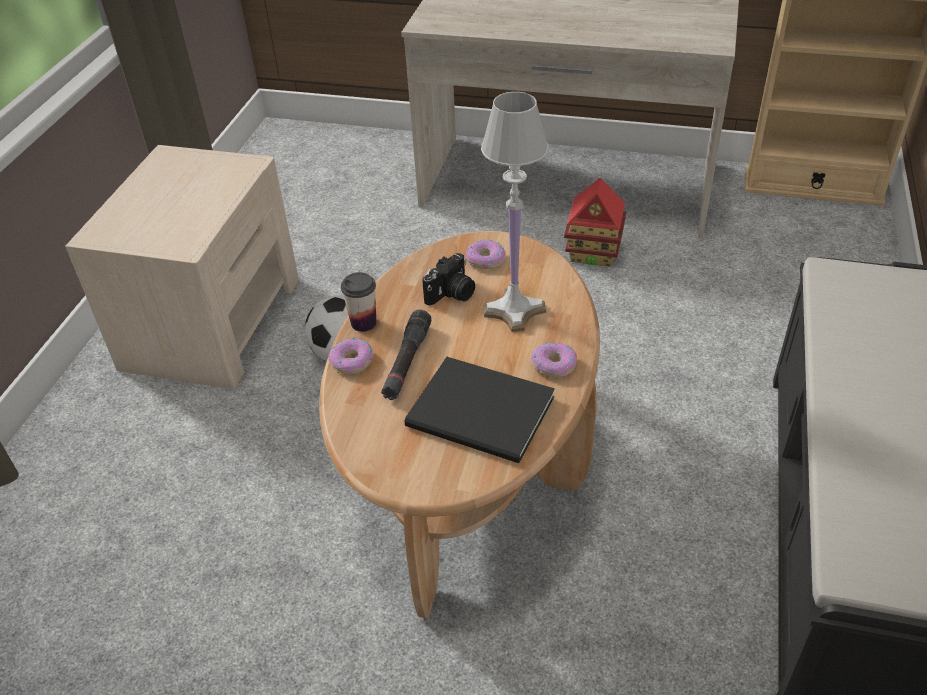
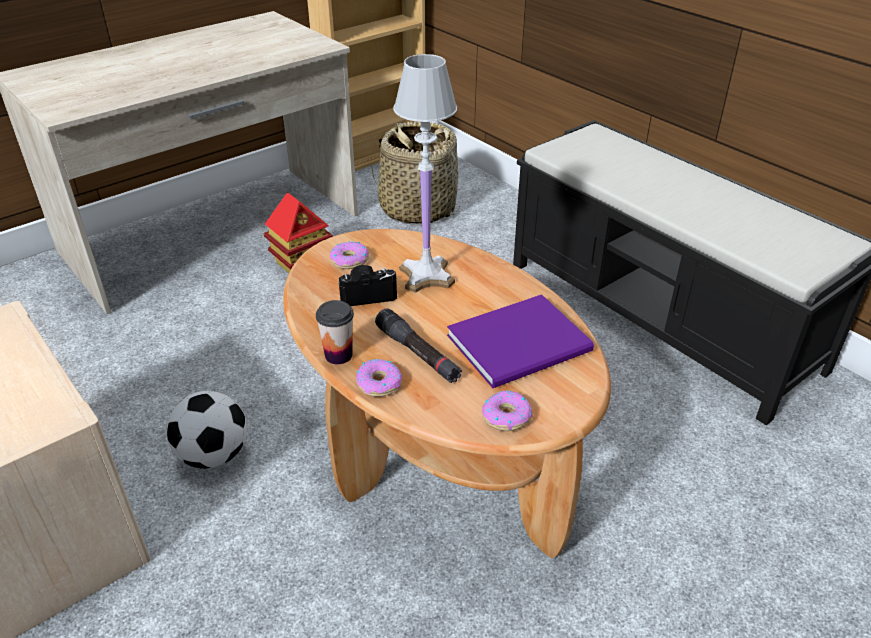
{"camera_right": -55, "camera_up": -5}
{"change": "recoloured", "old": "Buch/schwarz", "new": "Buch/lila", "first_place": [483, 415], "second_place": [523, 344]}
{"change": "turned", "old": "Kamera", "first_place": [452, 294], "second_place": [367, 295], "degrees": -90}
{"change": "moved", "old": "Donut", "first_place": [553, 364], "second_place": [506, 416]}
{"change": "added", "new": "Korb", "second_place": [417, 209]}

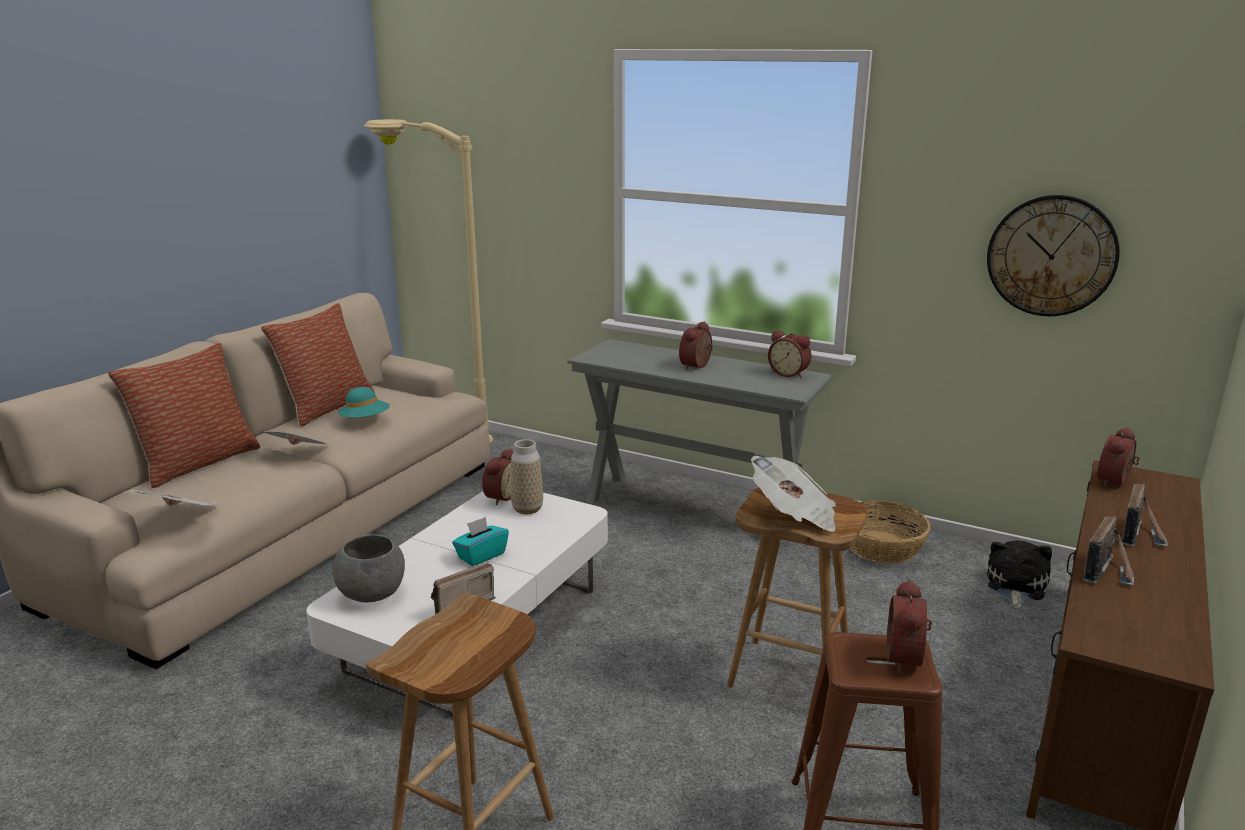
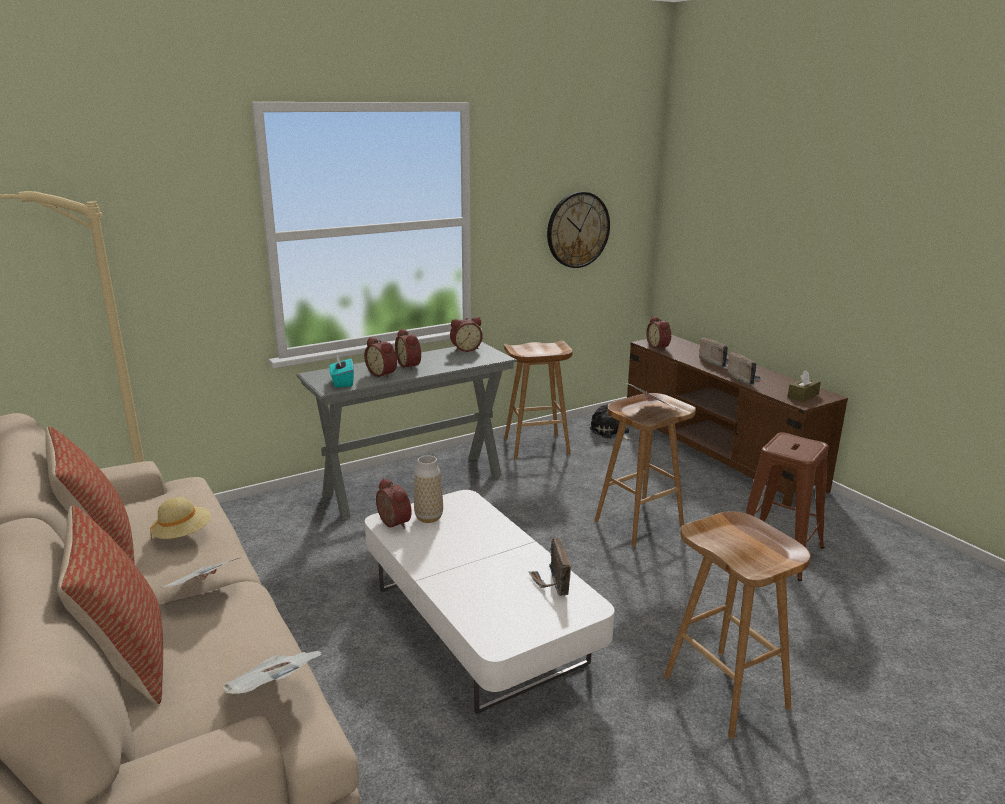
{"camera_right": -60, "camera_up": 0}
{"change": "removed", "old": "Schüssel/grau", "first_place": [372, 594]}
{"change": "recoloured", "old": "Hut/türkis", "new": "Hut/beige", "first_place": [365, 421], "second_place": [183, 535]}
{"change": "moved", "old": "Taschentuchbox/türkis", "first_place": [481, 555], "second_place": [342, 382]}
{"change": "replaced", "old": "Korb", "new": "Hocker/braun", "first_place": [881, 547], "second_place": [535, 447]}
{"change": "moved", "old": "Wecker", "first_place": [907, 658], "second_place": [383, 374]}
{"change": "added", "new": "Taschentuchbox/braun", "second_place": [803, 396]}

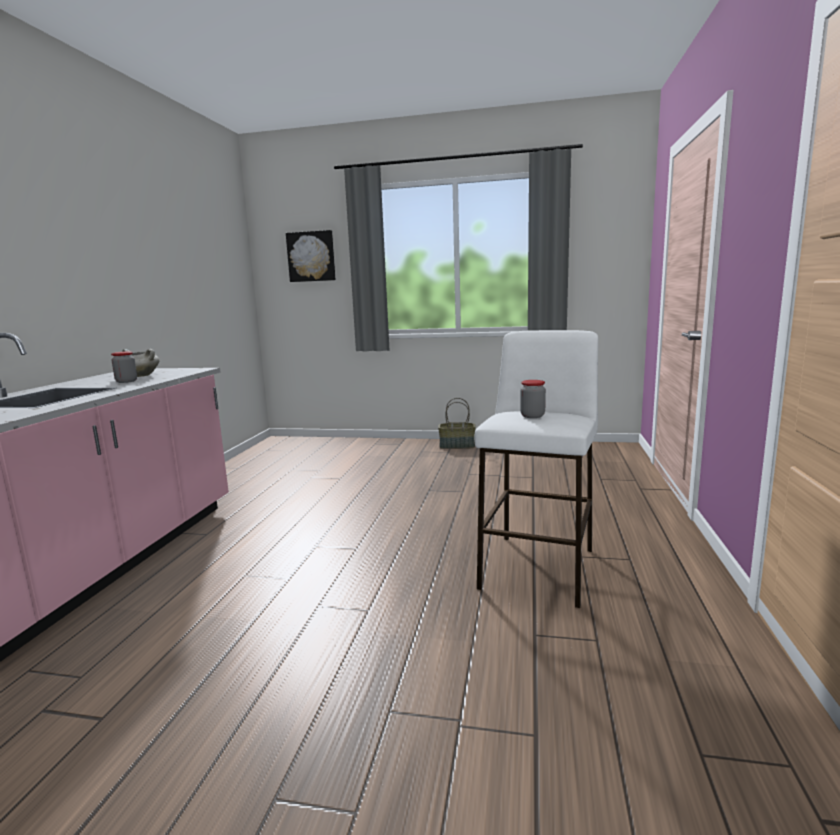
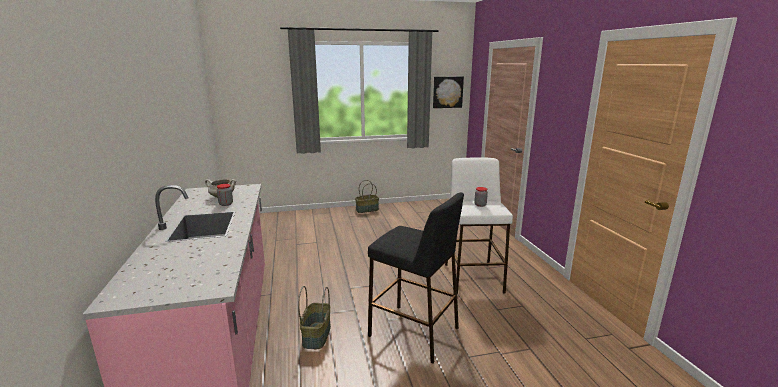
{"camera_right": -25, "camera_up": 5}
{"change": "moved", "old": "Bild", "first_place": [311, 256], "second_place": [447, 92]}
{"change": "added", "new": "Korb", "second_place": [316, 335]}
{"change": "added", "new": "Hocker/schwarz", "second_place": [414, 332]}

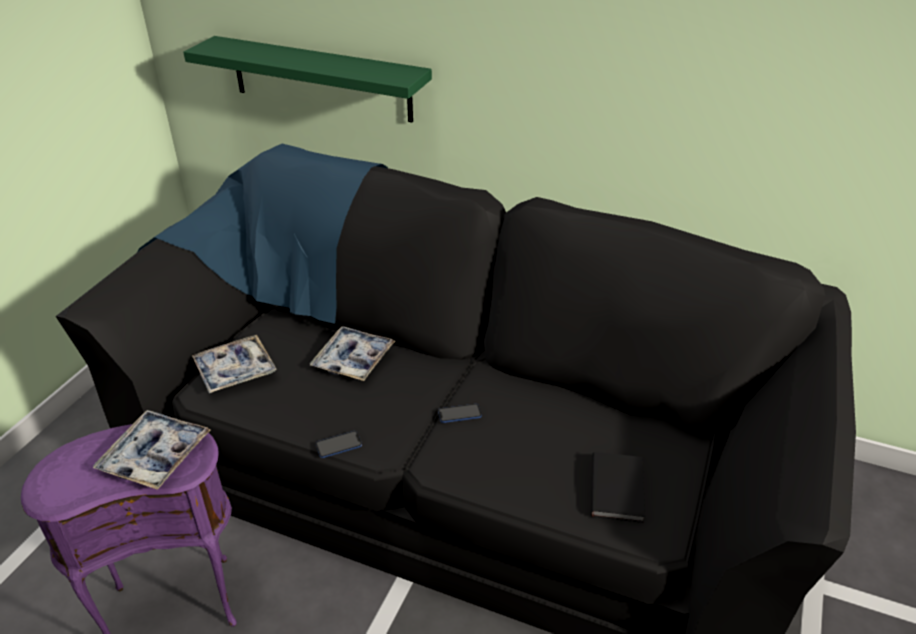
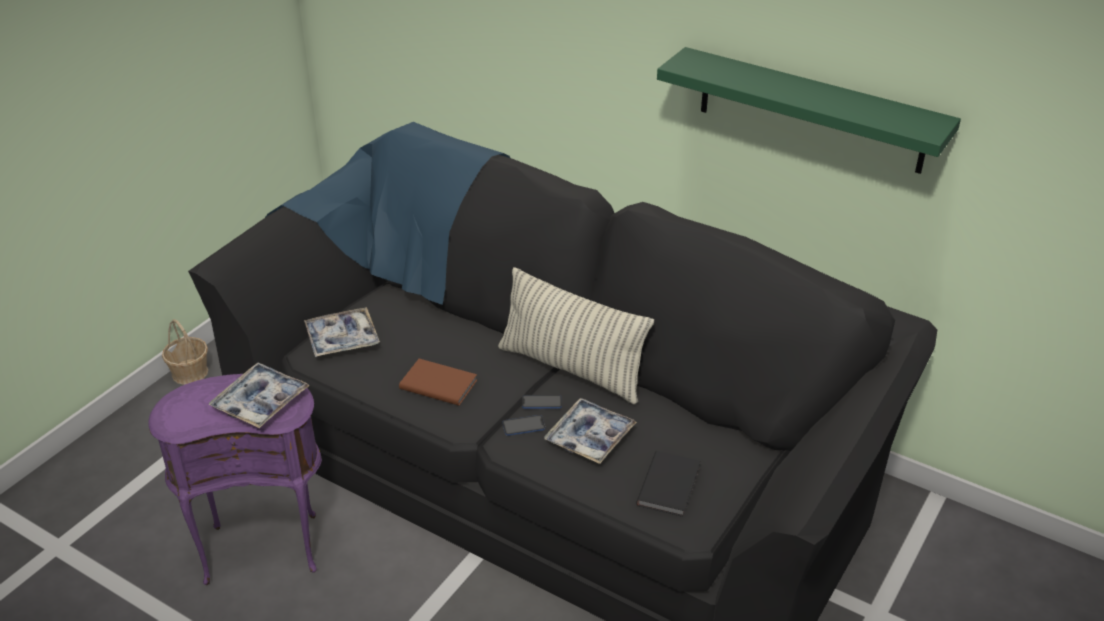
{"camera_right": 10, "camera_up": 0}
{"change": "moved", "old": "Wandregal/grün", "first_place": [321, 79], "second_place": [811, 110]}
{"change": "moved", "old": "Tablett", "first_place": [353, 359], "second_place": [590, 437]}
{"change": "moved", "old": "Handy", "first_place": [339, 445], "second_place": [523, 426]}
{"change": "added", "new": "Korb", "second_place": [190, 372]}
{"change": "added", "new": "Buch/braun", "second_place": [438, 383]}
{"change": "added", "new": "Kissen", "second_place": [572, 368]}

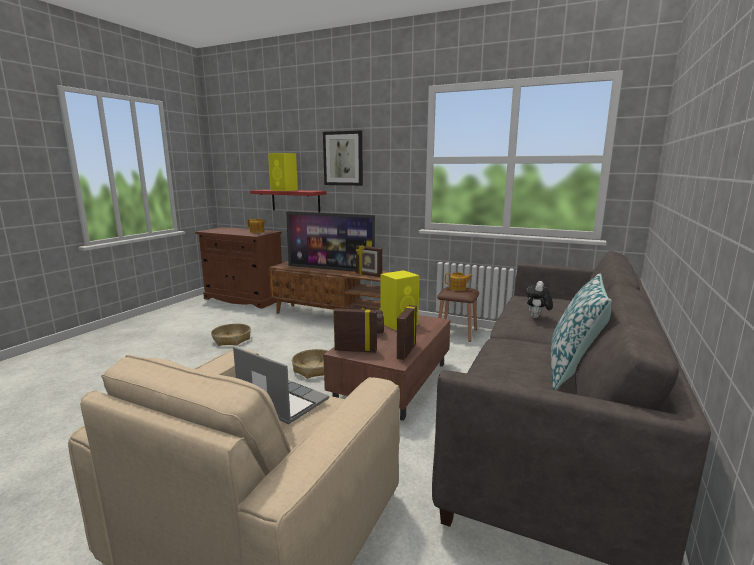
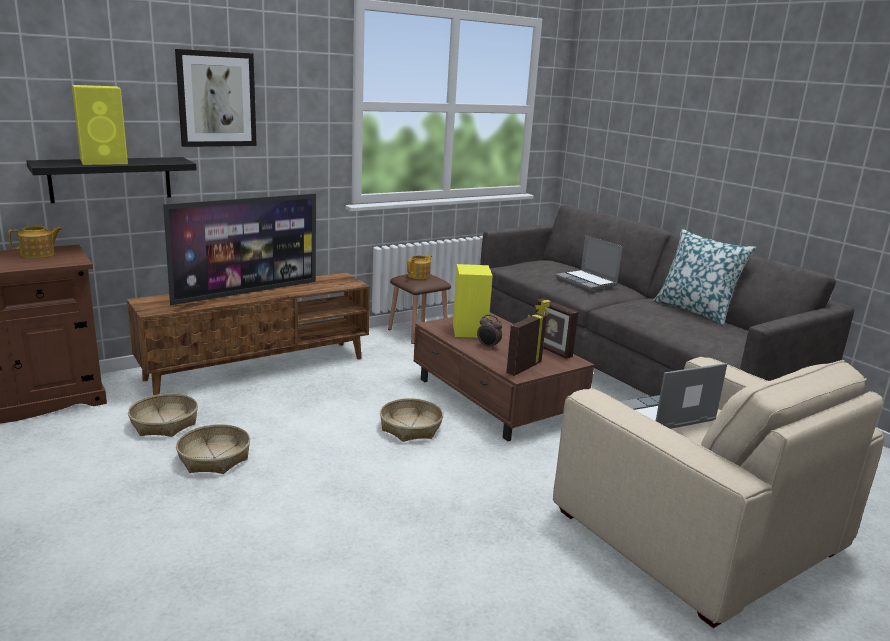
{"camera_right": -60, "camera_up": 5}
{"change": "recoloured", "old": "Wandregal/rot", "new": "Wandregal/schwarz", "first_place": [295, 200], "second_place": [111, 179]}
{"change": "removed", "old": "Bilderrahmen", "first_place": [368, 275]}
{"change": "replaced", "old": "Plüschtier", "new": "Laptop", "first_place": [537, 317], "second_place": [587, 281]}
{"change": "added", "new": "Korb", "second_place": [164, 423]}

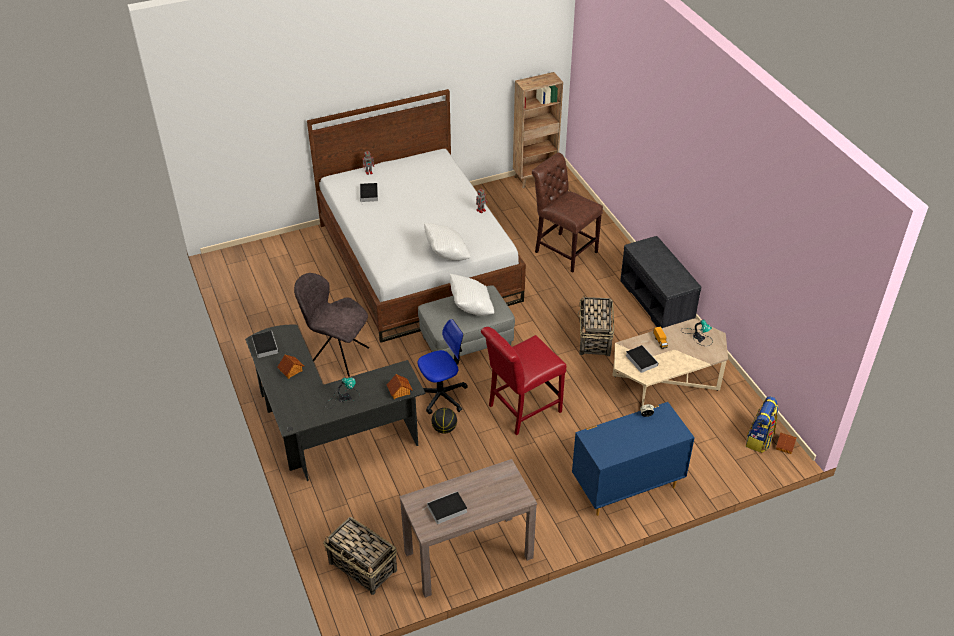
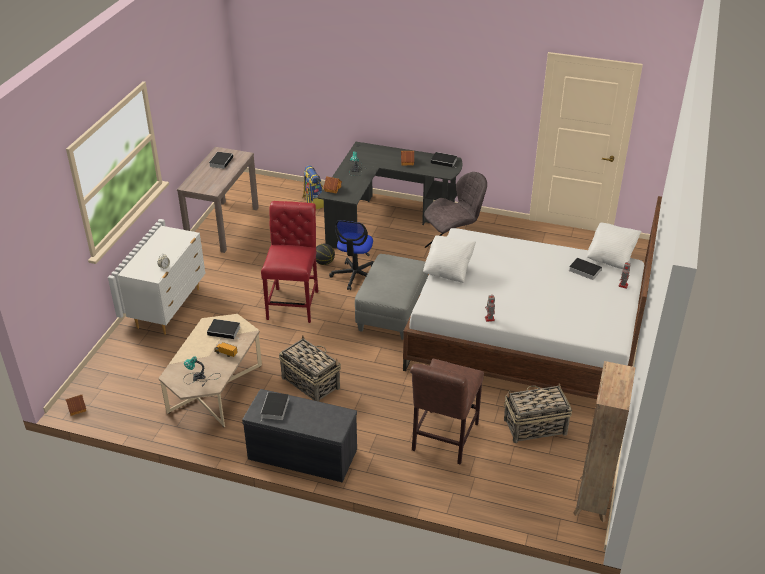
{"camera_right": 130, "camera_up": -5}
{"change": "moved", "old": "Korb", "first_place": [363, 567], "second_place": [534, 427]}
{"change": "moved", "old": "Kissen/weiß", "first_place": [471, 307], "second_place": [611, 258]}
{"change": "turned", "old": "Stuhl/braun", "first_place": [563, 250], "second_place": [443, 439], "degrees": 120}
{"change": "recoloured", "old": "Kommode/blau", "new": "Kommode/weiß", "first_place": [626, 487], "second_place": [170, 308]}
{"change": "moved", "old": "Rucksack", "first_place": [759, 440], "second_place": [313, 202]}
{"change": "added", "new": "Buch", "second_place": [275, 408]}

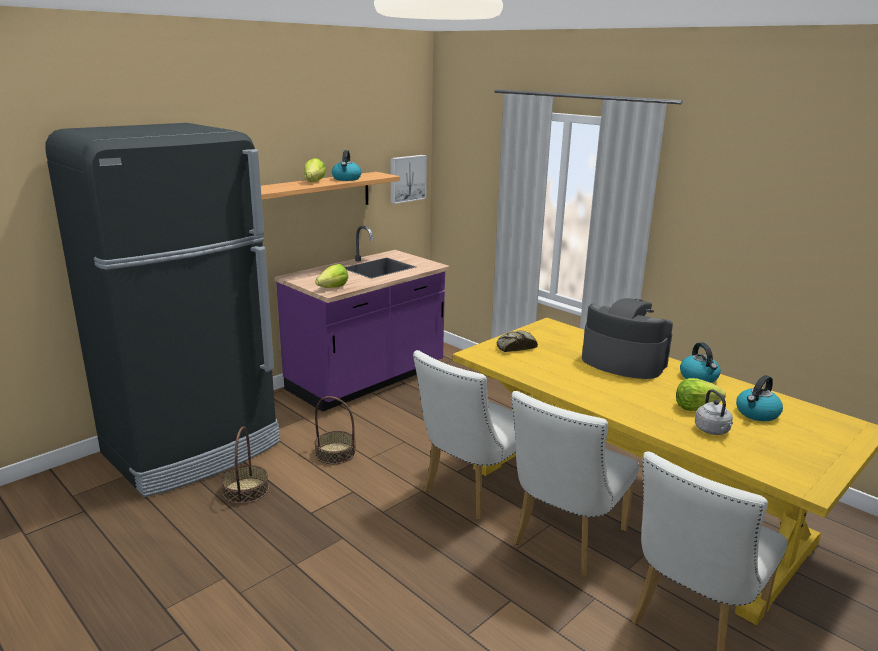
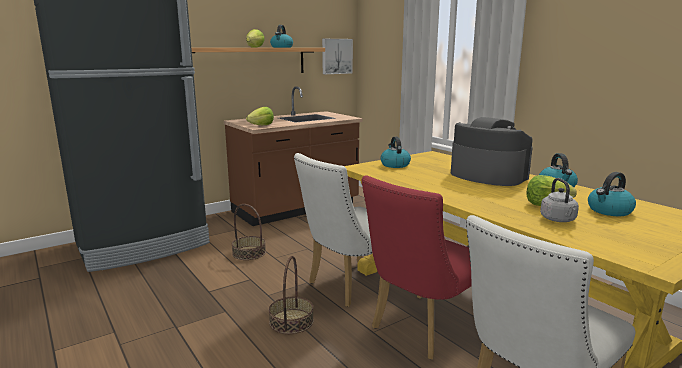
{"camera_right": 10, "camera_up": -5}
{"change": "moved", "old": "Korb", "first_place": [246, 490], "second_place": [291, 321]}
{"change": "recoloured", "old": "Küchenzeile/lila", "new": "Küchenzeile/braun", "first_place": [367, 380], "second_place": [296, 208]}
{"change": "replaced", "old": "Brot", "new": "Wasserkessel", "first_place": [515, 347], "second_place": [394, 165]}
{"change": "recoloured", "old": "Stuhl/weiß", "new": "Stuhl/rot", "first_place": [564, 541], "second_place": [420, 329]}

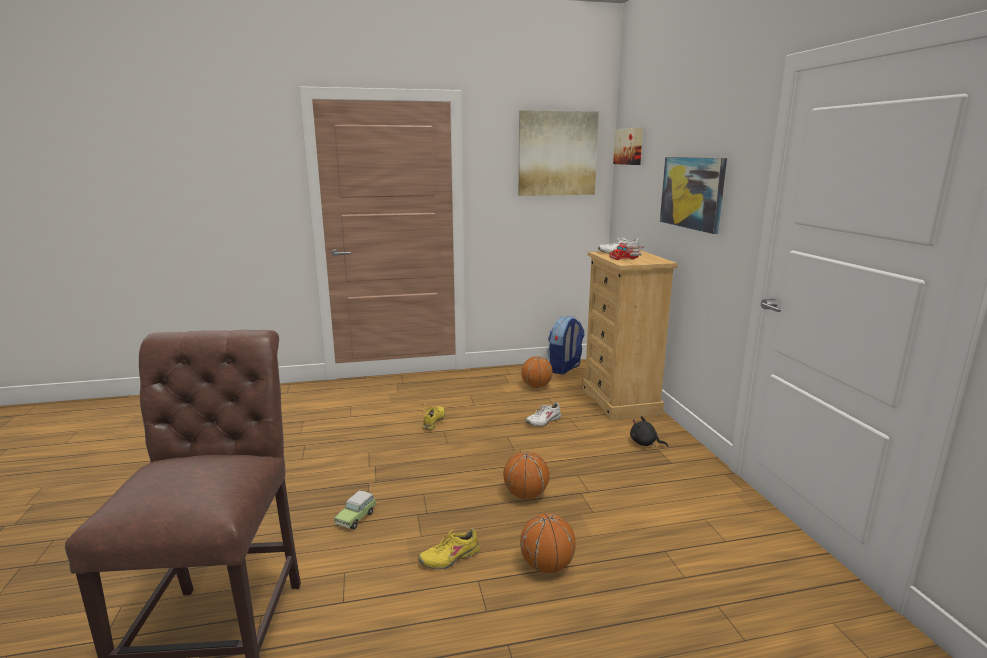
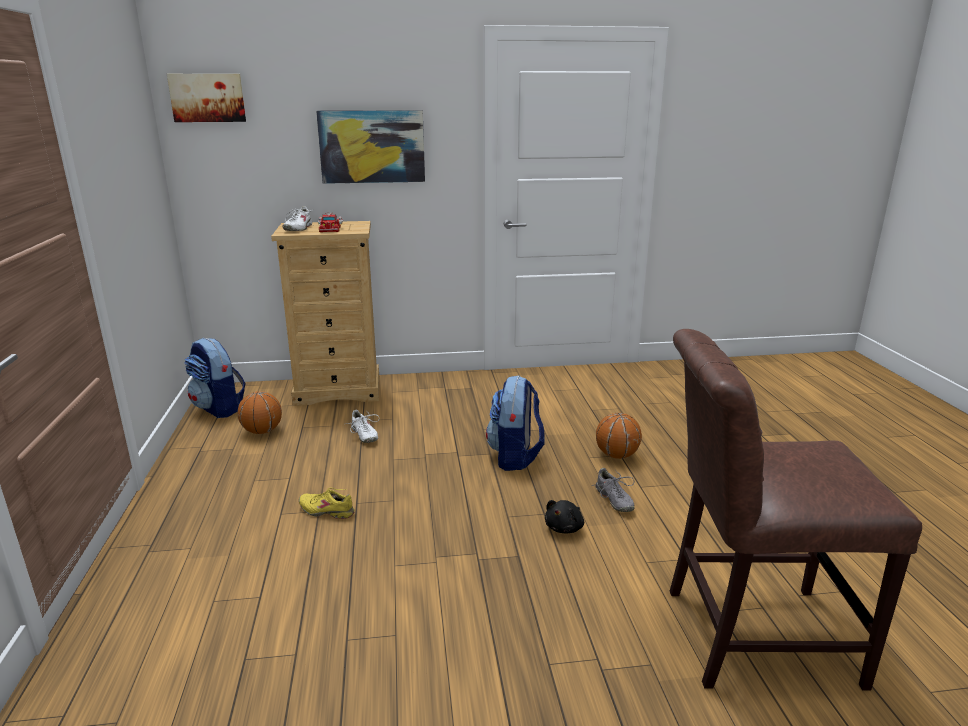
{"camera_right": -85, "camera_up": 5}
{"change": "removed", "old": "Spielzeugauto", "first_place": [357, 517]}
{"change": "recoloured", "old": "Schuh/gelb", "new": "Schuh/grau", "first_place": [449, 557], "second_place": [613, 500]}
{"change": "replaced", "old": "Basketball", "new": "Rucksack", "first_place": [526, 495], "second_place": [515, 457]}
{"change": "removed", "old": "Bild", "first_place": [557, 153]}
{"change": "moved", "old": "Plüschtier/schwarz", "first_place": [645, 443], "second_place": [565, 527]}

